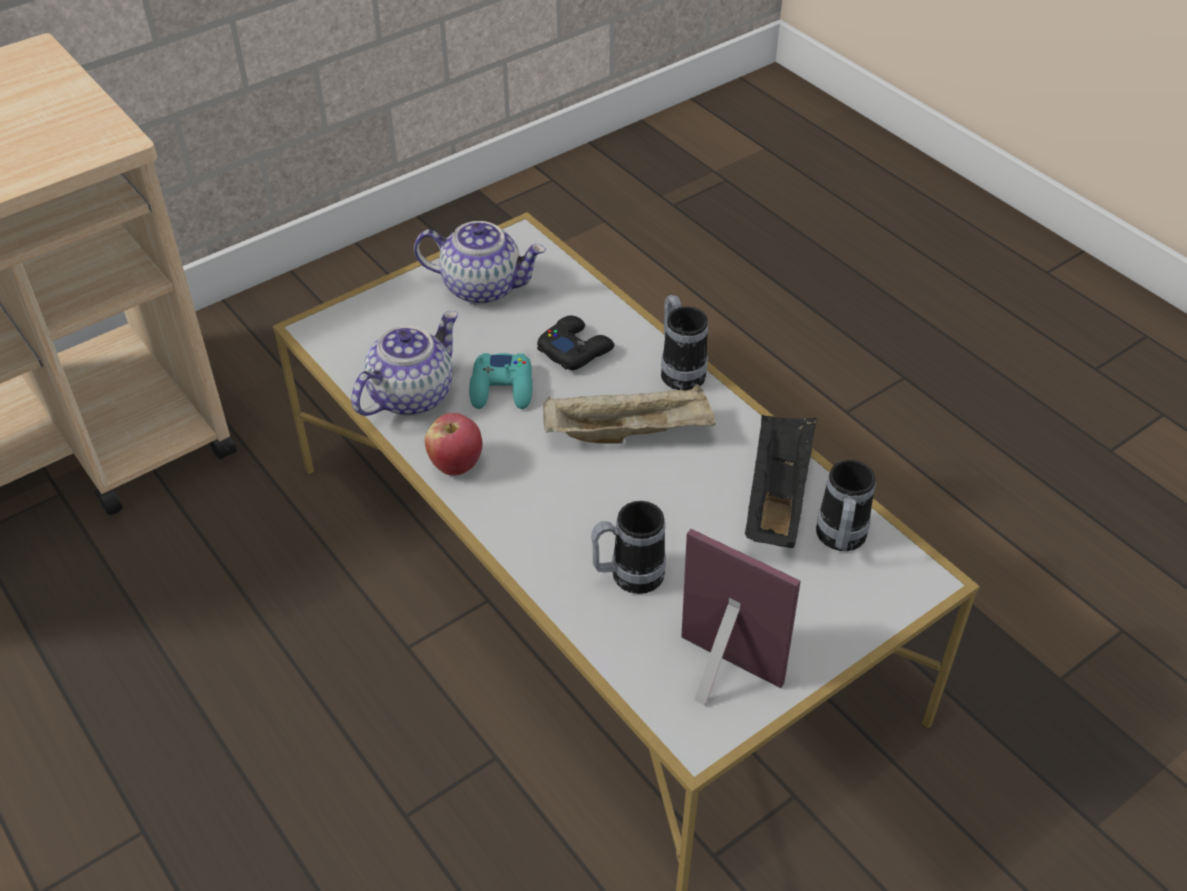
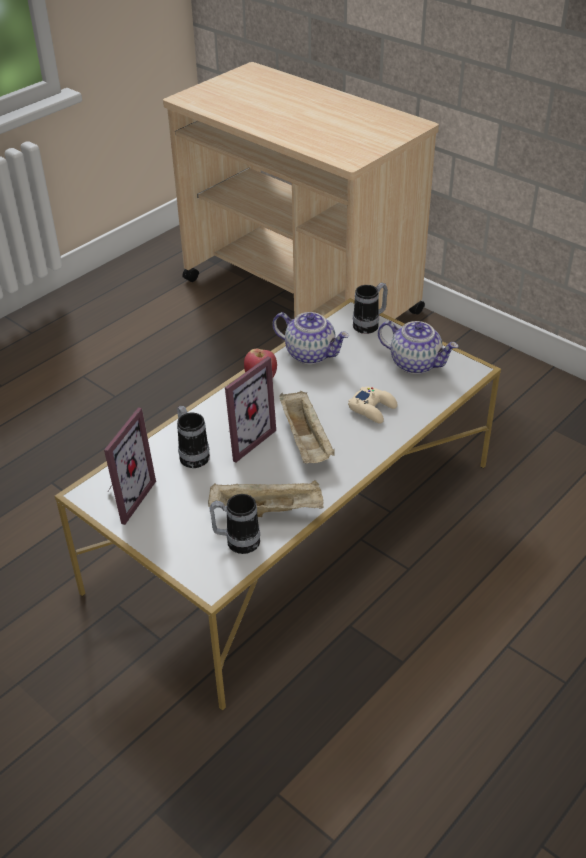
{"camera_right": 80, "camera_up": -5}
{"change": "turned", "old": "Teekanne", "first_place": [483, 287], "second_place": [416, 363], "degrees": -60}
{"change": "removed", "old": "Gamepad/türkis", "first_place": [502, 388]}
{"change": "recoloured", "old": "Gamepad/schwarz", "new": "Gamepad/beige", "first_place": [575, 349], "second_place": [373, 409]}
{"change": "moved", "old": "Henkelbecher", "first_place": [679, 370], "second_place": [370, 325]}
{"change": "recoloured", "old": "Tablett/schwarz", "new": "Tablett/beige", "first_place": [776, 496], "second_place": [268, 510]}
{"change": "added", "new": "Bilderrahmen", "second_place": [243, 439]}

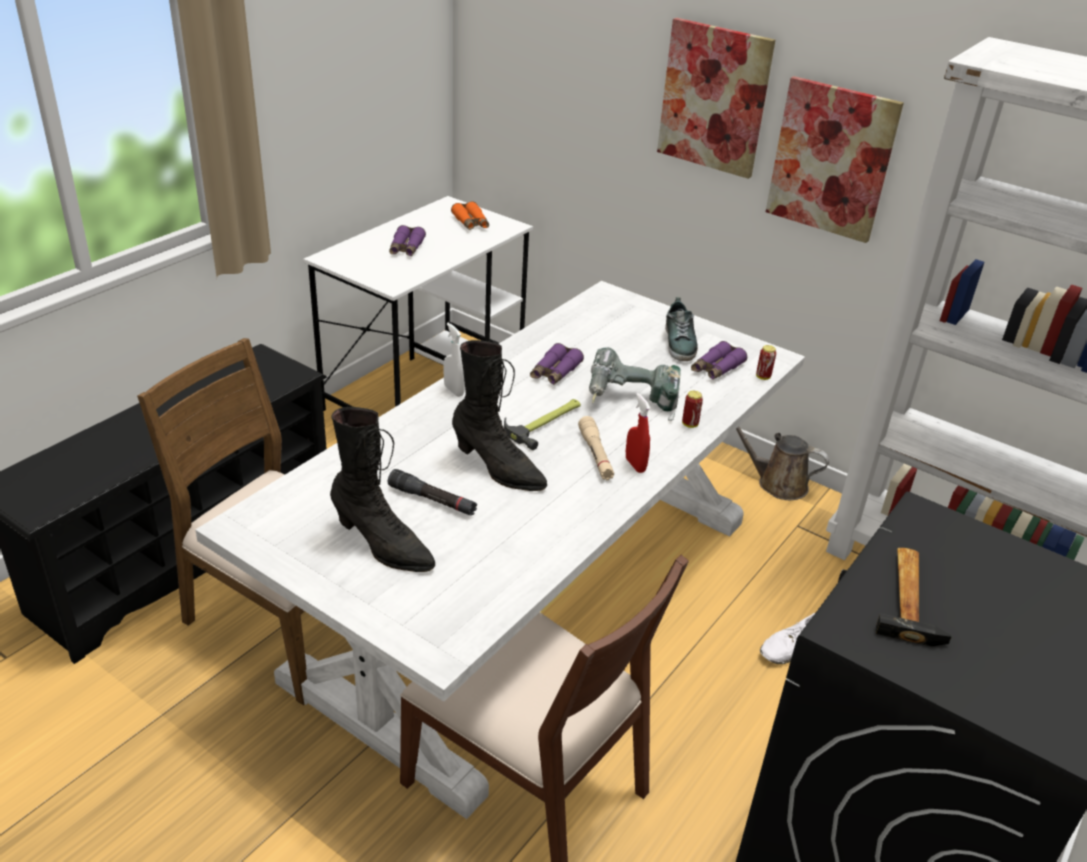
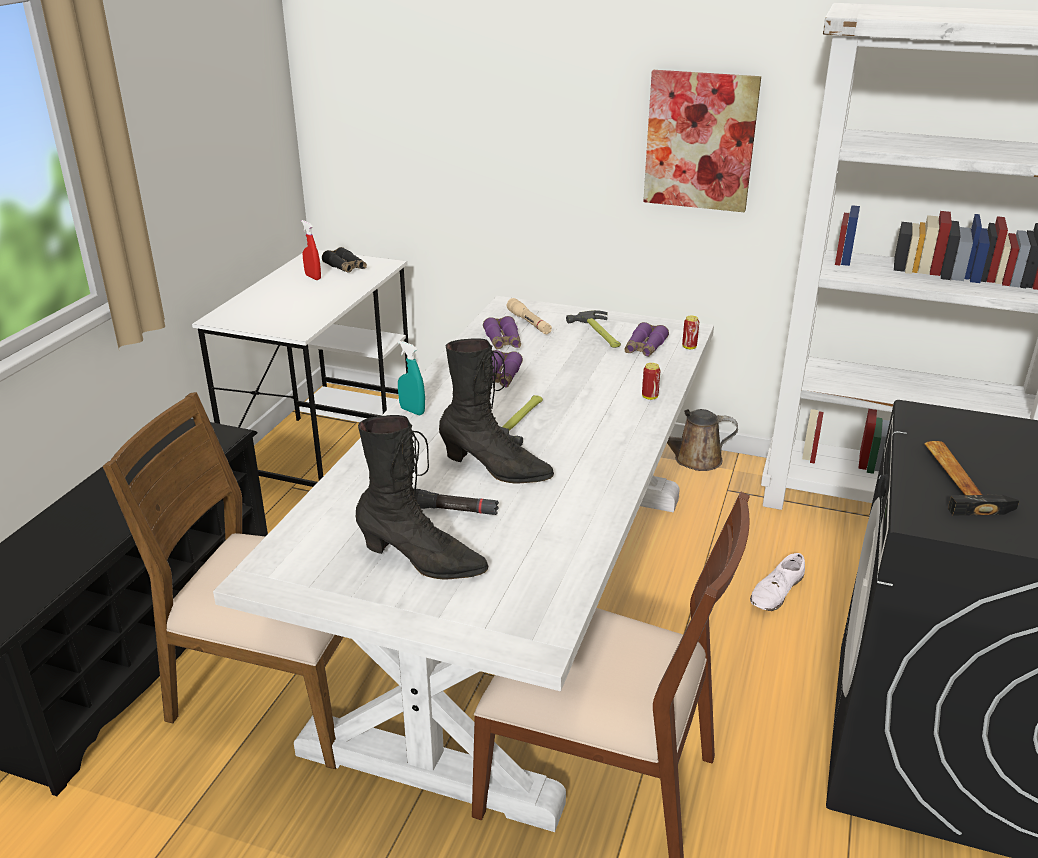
{"camera_right": -15, "camera_up": -5}
{"change": "moved", "old": "Fernglas/lila", "first_place": [406, 248], "second_place": [503, 341]}
{"change": "recoloured", "old": "Sprühflasche/weiß", "new": "Sprühflasche/türkis", "first_place": [454, 390], "second_place": [412, 411]}
{"change": "recoloured", "old": "Fernglas/orange", "new": "Fernglas/schwarz", "first_place": [471, 223], "second_place": [345, 267]}
{"change": "moved", "old": "Taschenlampe/beige", "first_place": [596, 455], "second_place": [529, 323]}
{"change": "removed", "old": "Bohrmaschine", "first_place": [631, 402]}
{"change": "moved", "old": "Sprühflasche/rot", "first_place": [635, 465], "second_place": [313, 277]}
{"change": "removed", "old": "Bild", "first_place": [714, 98]}
{"change": "replaced", "old": "Schuh", "new": "Hammer", "first_place": [680, 343], "second_place": [599, 333]}

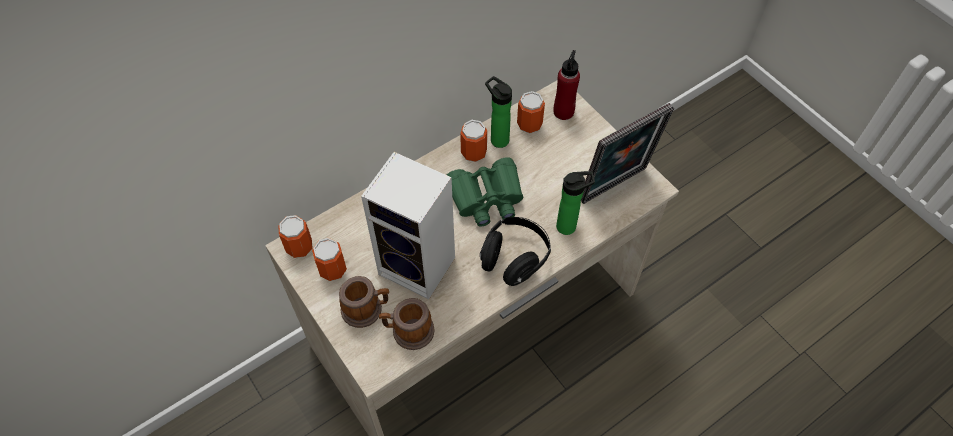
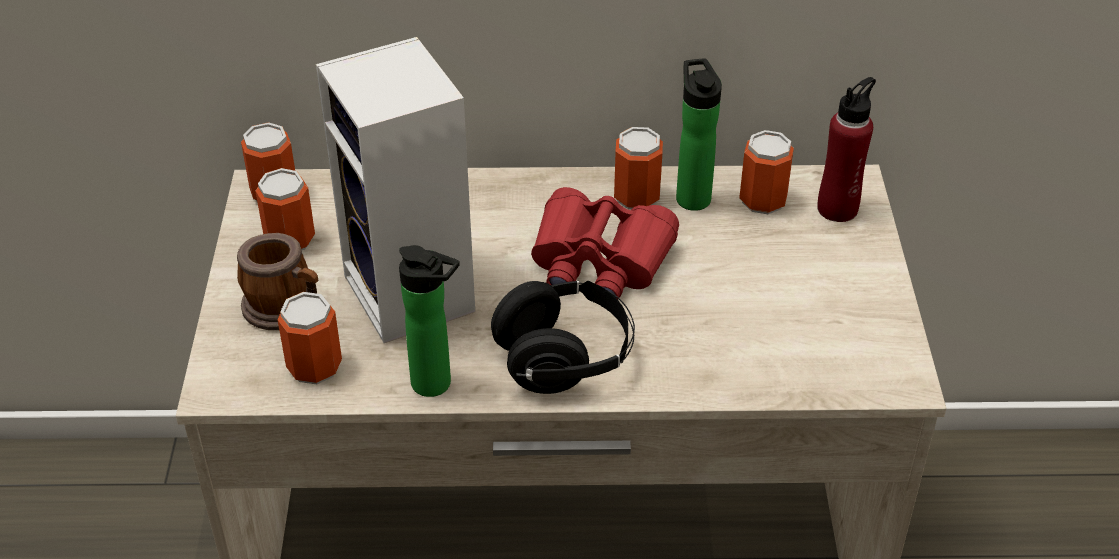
{"camera_right": 35, "camera_up": -15}
{"change": "replaced", "old": "Henkelbecher", "new": "Dose", "first_place": [408, 331], "second_place": [314, 367]}
{"change": "recoloured", "old": "Fernglas/grün", "new": "Fernglas/rot", "first_place": [486, 198], "second_place": [599, 261]}
{"change": "moved", "old": "Flasche", "first_place": [569, 226], "second_place": [437, 385]}
{"change": "removed", "old": "Bilderrahmen", "first_place": [616, 187]}

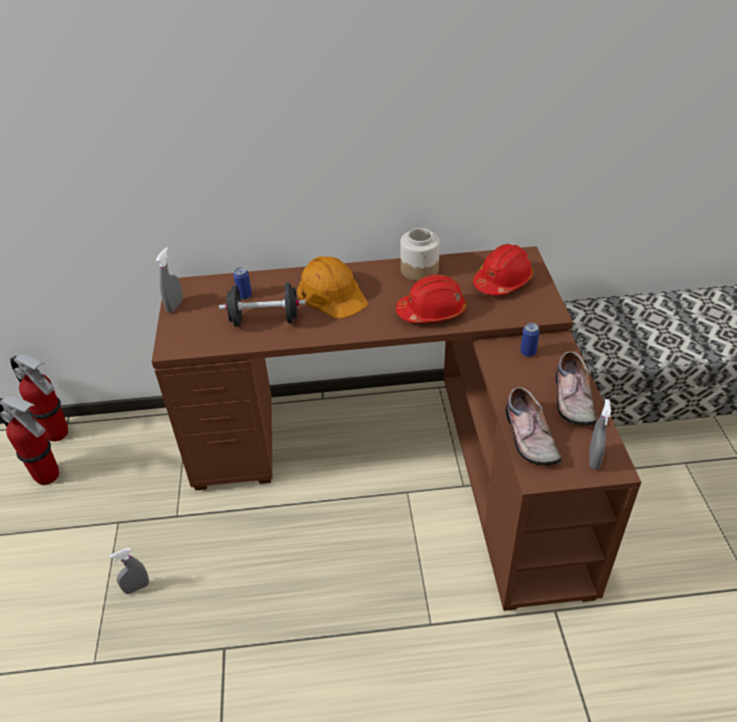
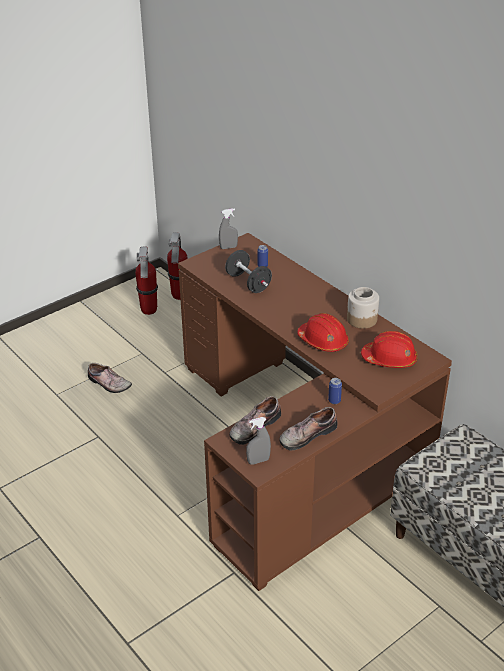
{"camera_right": 55, "camera_up": -5}
{"change": "replaced", "old": "Sprühflasche/grau", "new": "Schuh", "first_place": [137, 587], "second_place": [108, 384]}
{"change": "removed", "old": "Schutzhelm/orange", "first_place": [332, 293]}

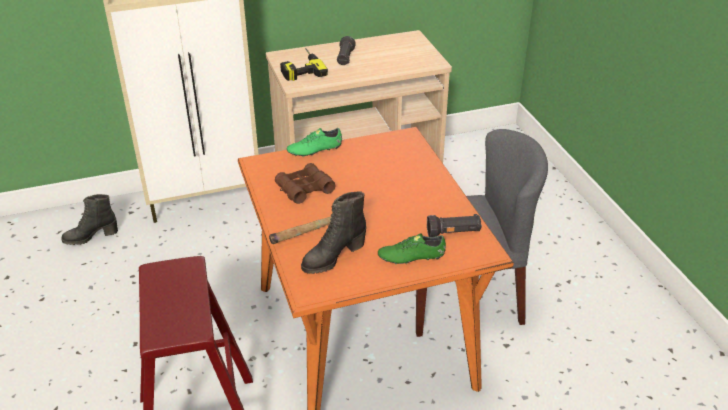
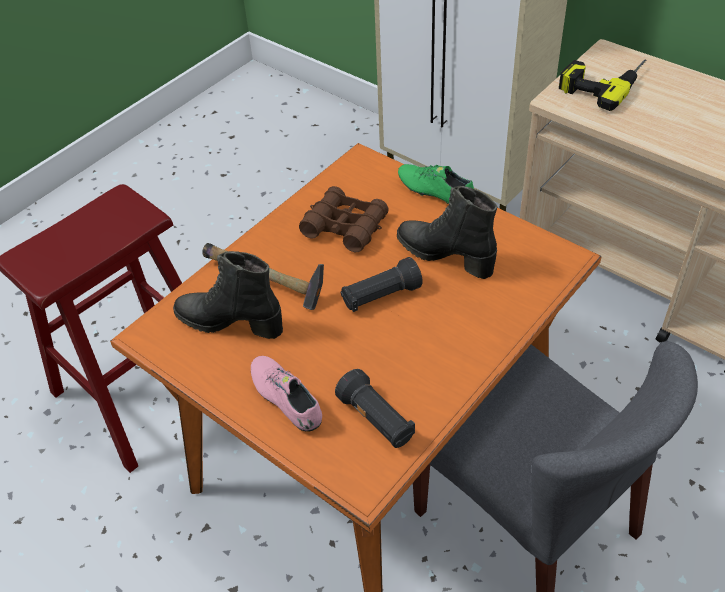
{"camera_right": 60, "camera_up": 10}
{"change": "moved", "old": "Stiefel/schwarz", "first_place": [91, 236], "second_place": [445, 255]}
{"change": "moved", "old": "Taschenlampe/schwarz", "first_place": [345, 58], "second_place": [380, 296]}
{"change": "recoloured", "old": "Schuh/grün", "new": "Schuh/rosa", "first_place": [411, 257], "second_place": [286, 399]}

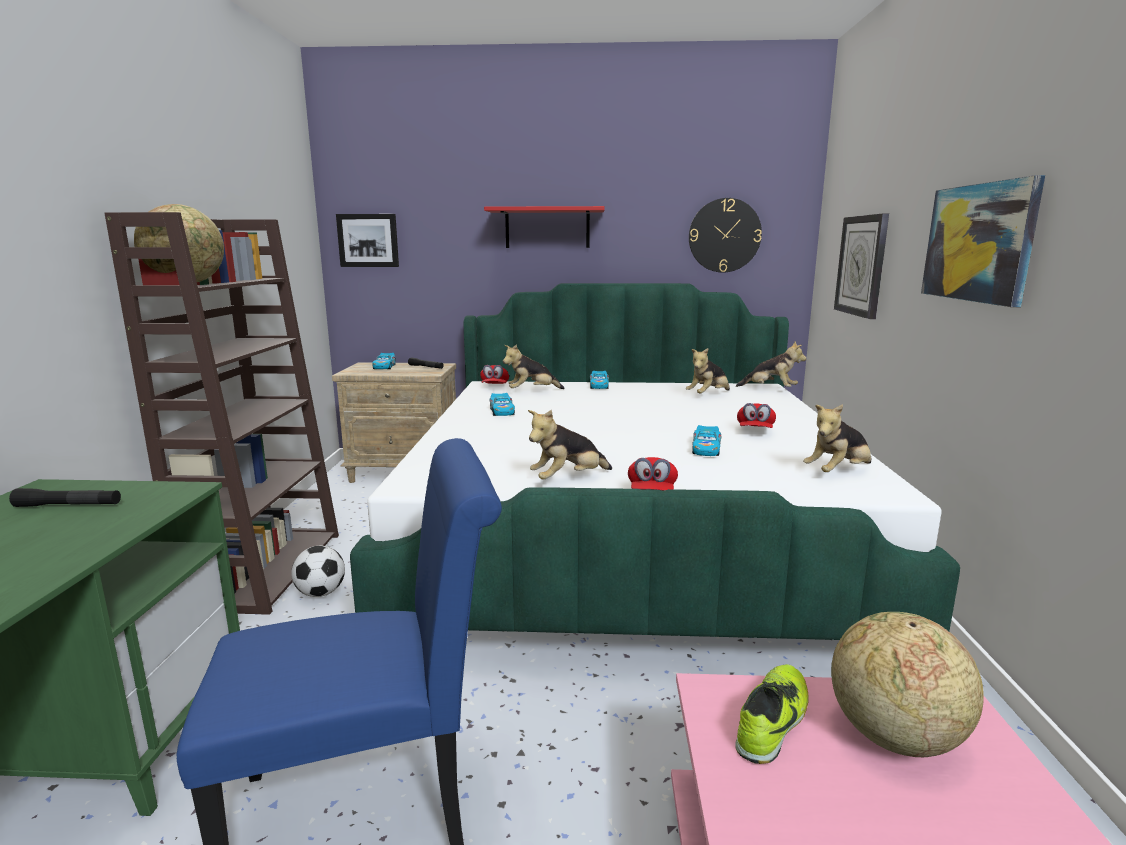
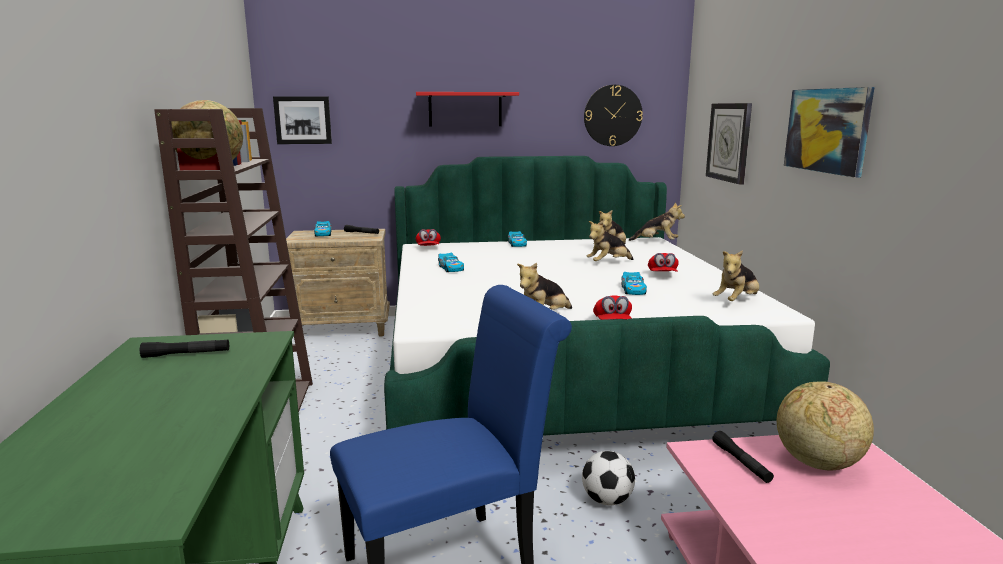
{"camera_right": -10, "camera_up": 0}
{"change": "moved", "old": "Fußball", "first_place": [321, 593], "second_place": [607, 500]}
{"change": "moved", "old": "Plüschtier", "first_place": [532, 391], "second_place": [608, 263]}
{"change": "replaced", "old": "Schuh", "new": "Taschenlampe/schwarz", "first_place": [773, 721], "second_place": [741, 462]}

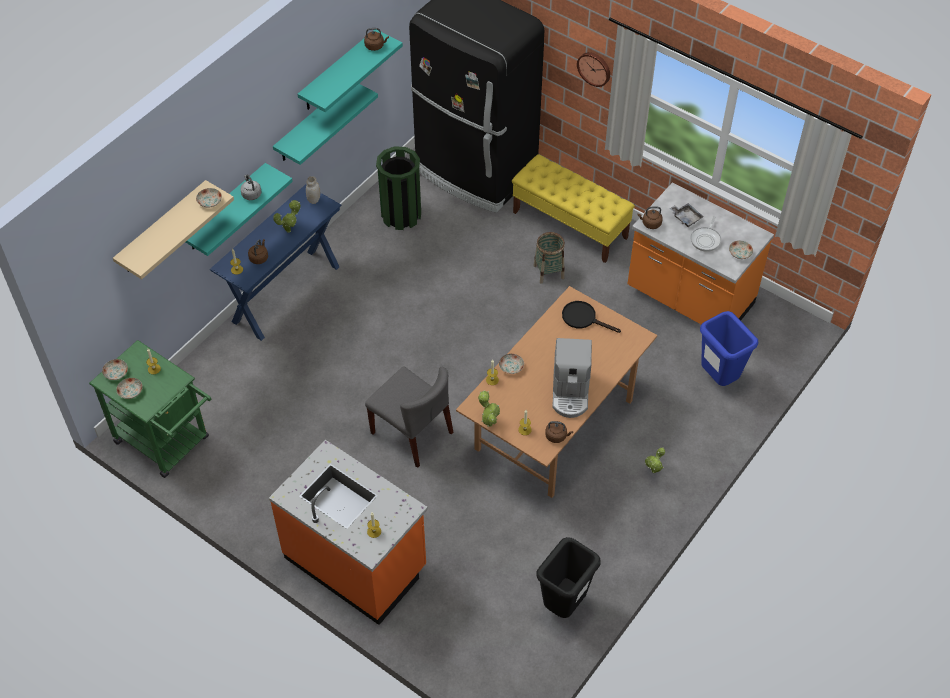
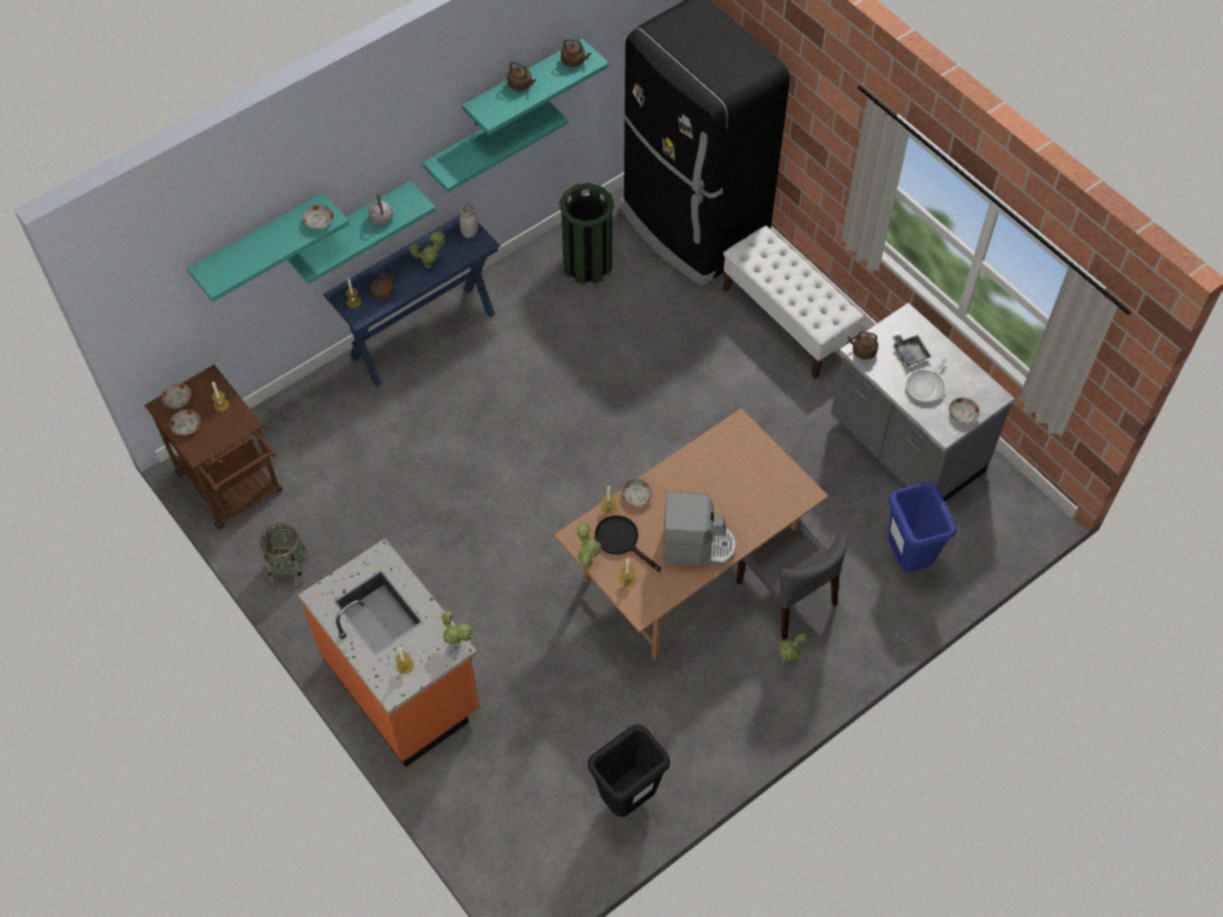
{"camera_right": 15, "camera_up": 5}
{"change": "recoloured", "old": "Rollwagen/grün", "new": "Rollwagen/braun", "first_place": [168, 443], "second_place": [234, 488]}
{"change": "recoloured", "old": "Wandregal/beige", "new": "Wandregal/türkis", "first_place": [162, 228], "second_place": [259, 242]}
{"change": "moved", "old": "Stuhl/grau", "first_place": [412, 433], "second_place": [787, 594]}
{"change": "recoloured", "old": "Bank/gelb", "new": "Bank/weiß", "first_place": [570, 225], "second_place": [787, 321]}
{"change": "moved", "old": "Korb", "first_place": [548, 271], "second_place": [289, 568]}
{"change": "moved", "old": "Wasserkessel/braun", "first_place": [557, 436], "second_place": [521, 85]}
{"change": "turned", "old": "Kaffeemaschine", "first_place": [570, 393], "second_place": [697, 545], "degrees": -105}
{"change": "moved", "old": "Pfanne/schwarz", "first_place": [583, 318], "second_place": [622, 541]}
{"change": "removed", "old": "Wanduhr", "first_place": [594, 68]}
{"change": "recoloured", "old": "Küchenzeile/orange", "new": "Küchenzeile/grau", "first_place": [689, 298], "second_place": [905, 447]}
{"change": "added", "new": "Topfpflanze", "second_place": [458, 642]}

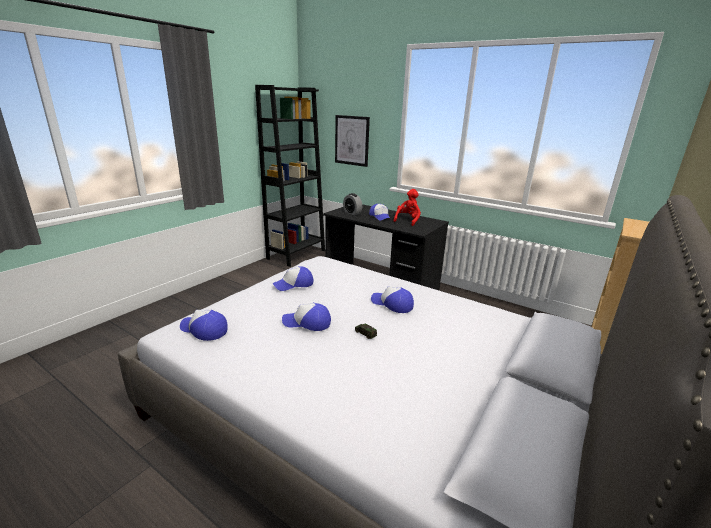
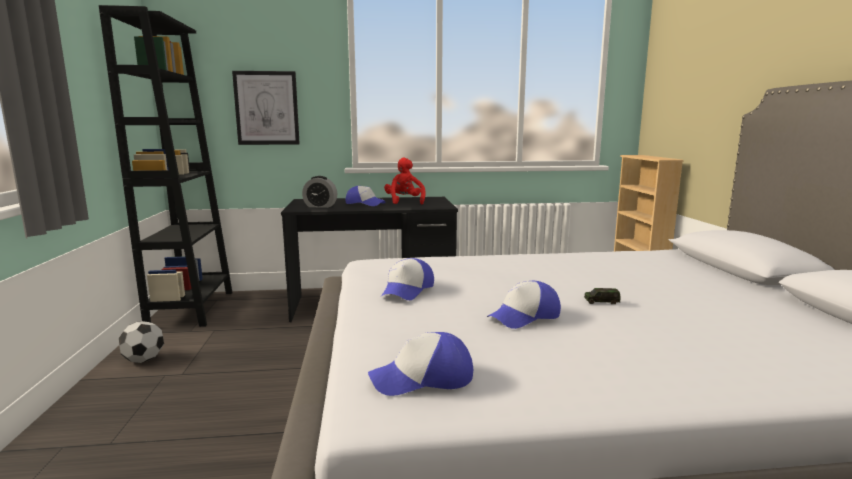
{"camera_right": -40, "camera_up": -10}
{"change": "removed", "old": "Kappe", "first_place": [392, 304]}
{"change": "added", "new": "Fußball", "second_place": [144, 360]}

